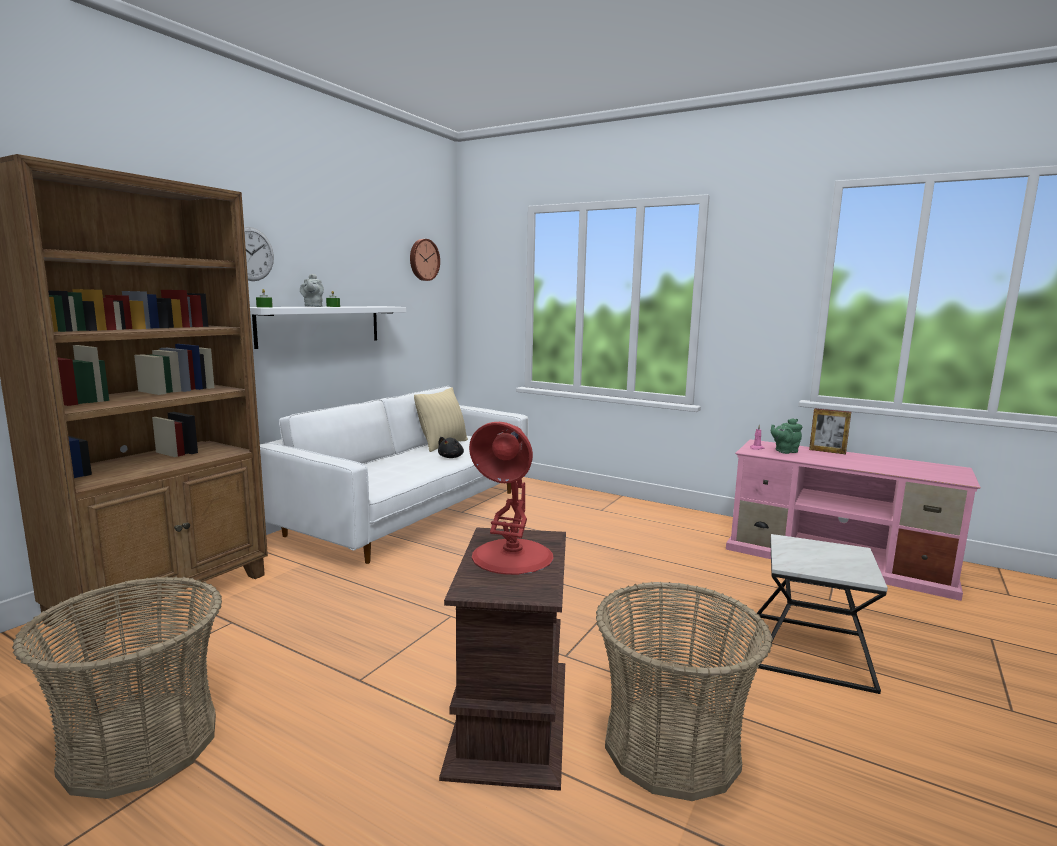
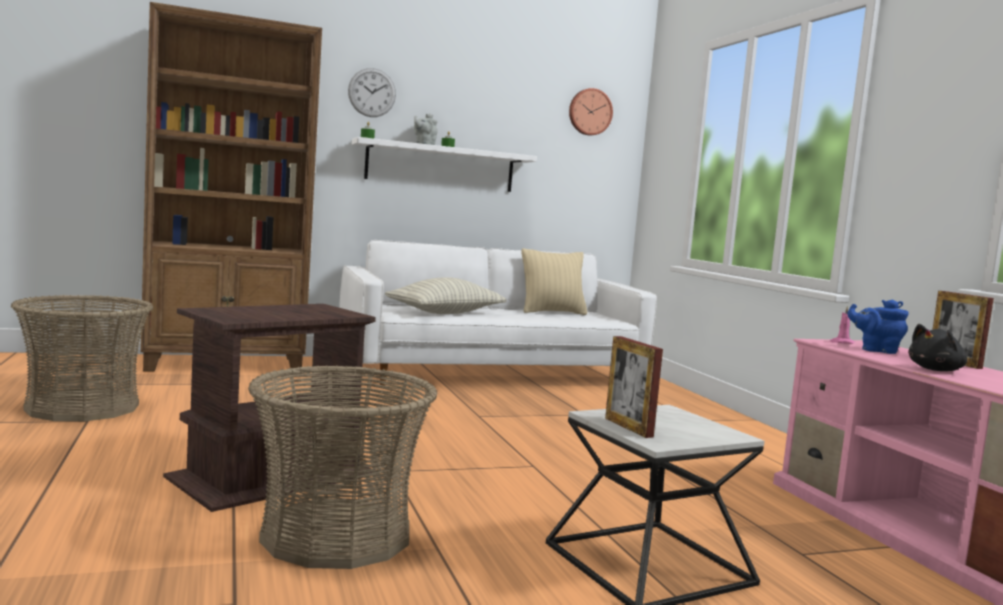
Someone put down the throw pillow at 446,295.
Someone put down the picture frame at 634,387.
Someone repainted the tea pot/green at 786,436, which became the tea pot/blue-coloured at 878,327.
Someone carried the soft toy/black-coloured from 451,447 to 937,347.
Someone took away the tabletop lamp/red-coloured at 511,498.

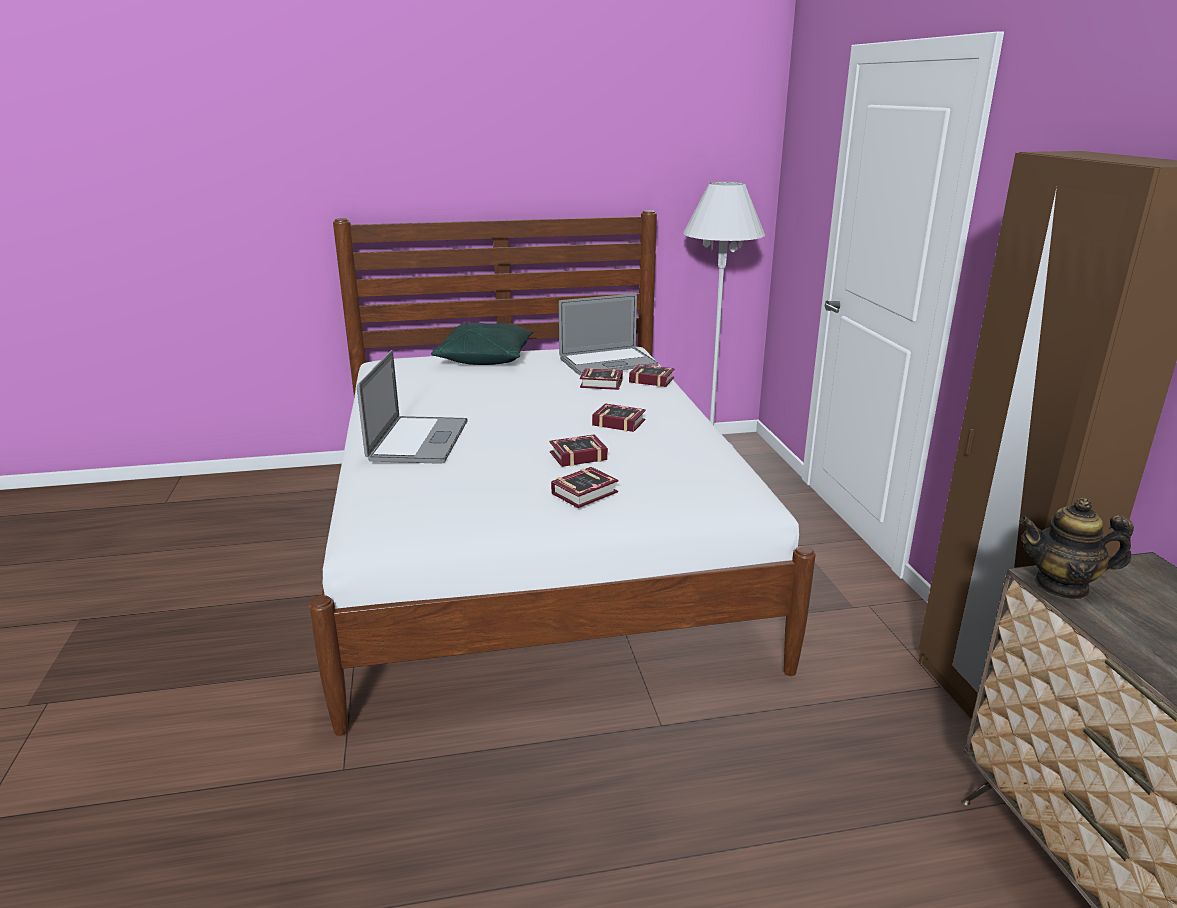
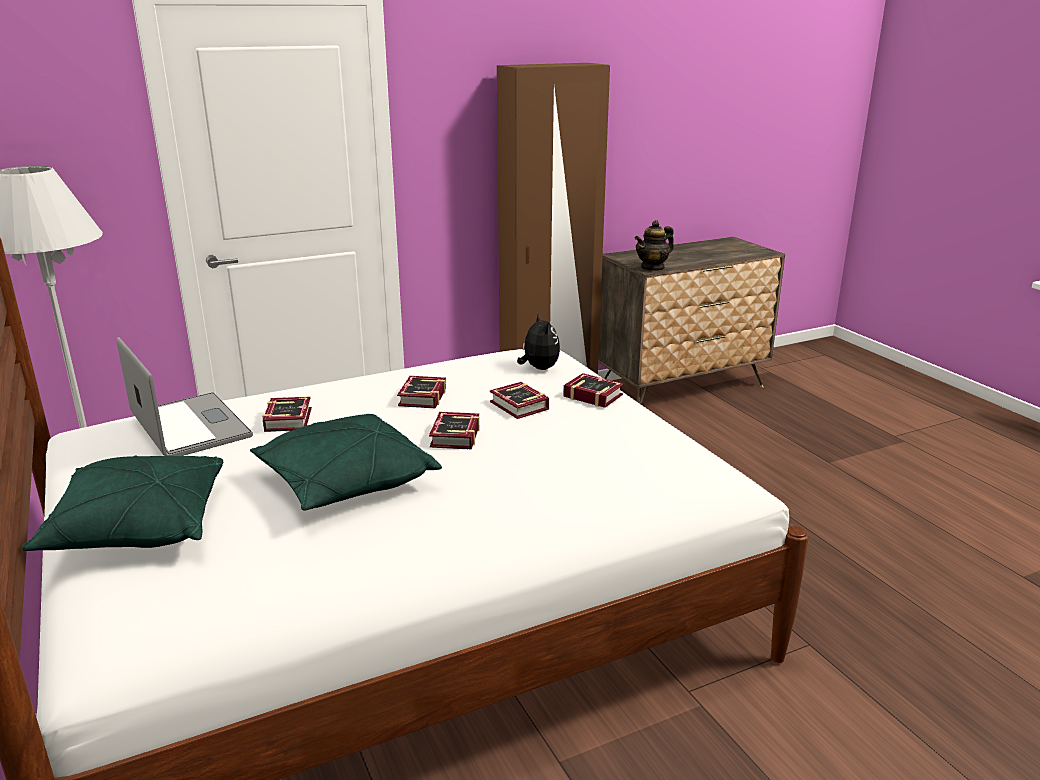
Someone put down the throw pillow/green at 346,462.
Someone carried the bound book from 652,375 to 454,431.
Someone put down the soft toy at 538,341.
Someone rotated the tea pot at 1076,549 by 60 degrees clockwise.
Someone took away the laptop at 412,407.

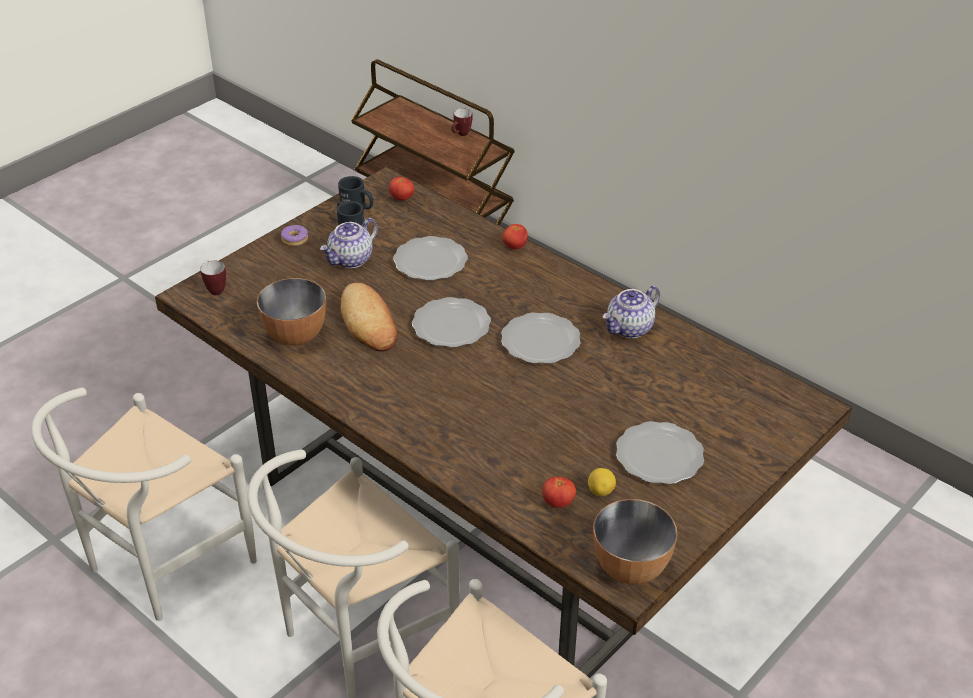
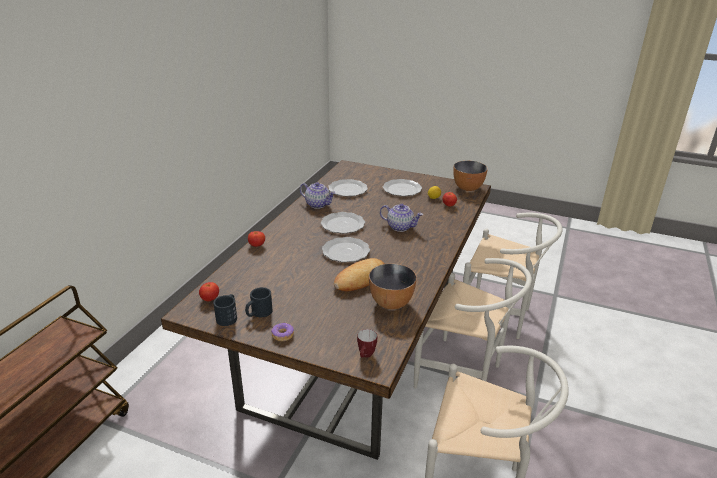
Someone carried the dinner plate from 430,258 to 348,187.
Someone carried the tea pot from 349,243 to 401,218.
Someone took away the tea mug at 462,122.

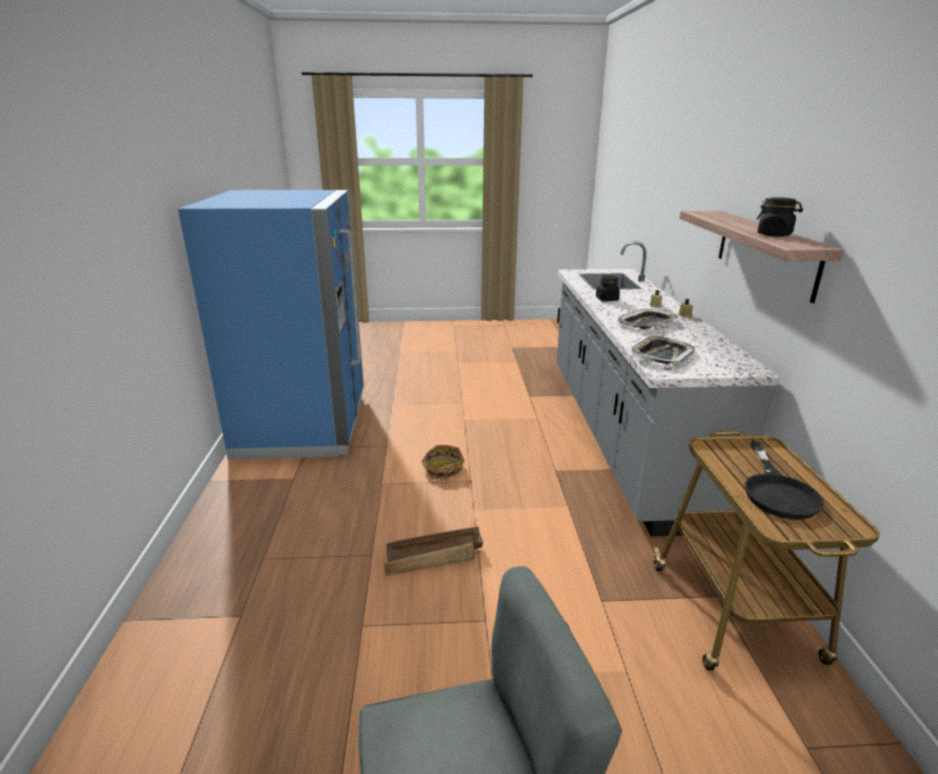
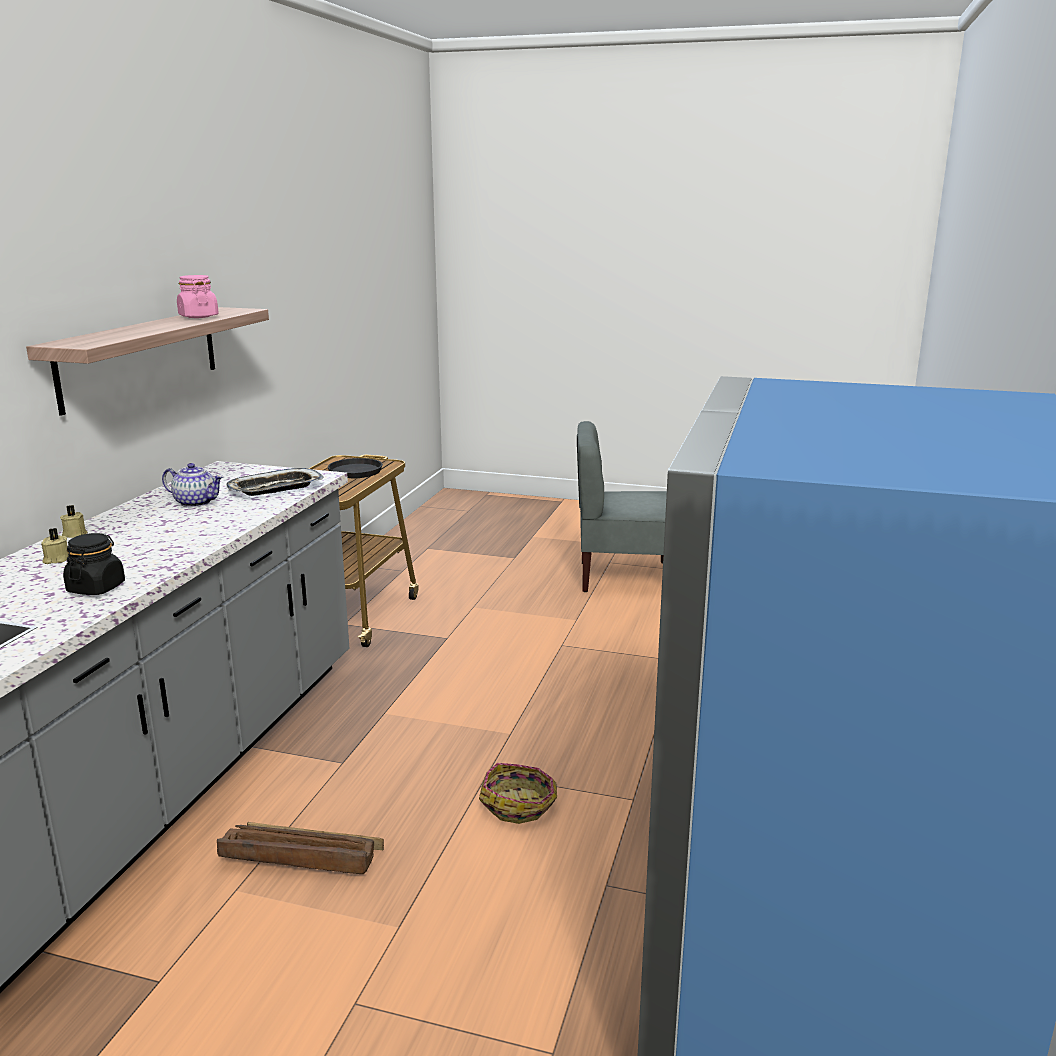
Someone put down the tea pot at 192,485.
Someone repainted the jar/black-coloured at 780,217, which became the jar/pink at 198,296.
Someone carried the crate from 433,551 to 300,848.
Someone took away the serving tray at 648,319.

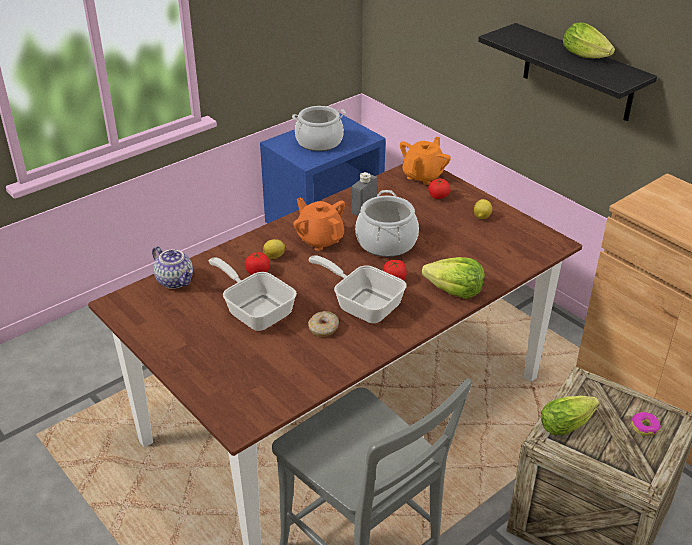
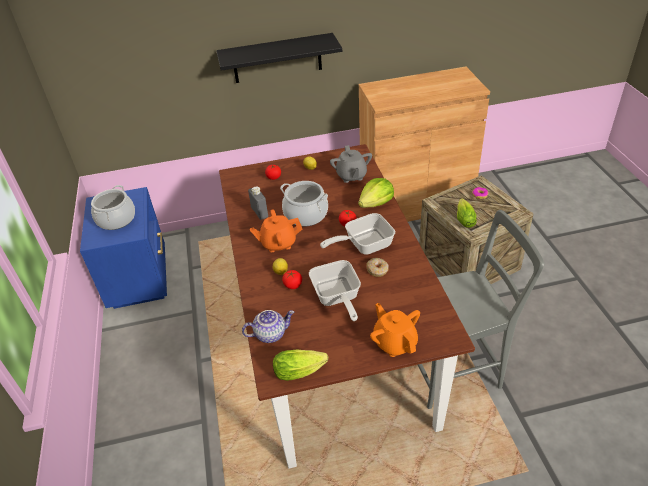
Someone carried the head of lettuce from 589,40 to 300,365.
Someone rotated the frying pan at 253,294 by 90 degrees counterclockwise.
Someone put down the tea pot/greyish at 351,164.
Someone carried the tea pot/orangey from 425,161 to 395,330.

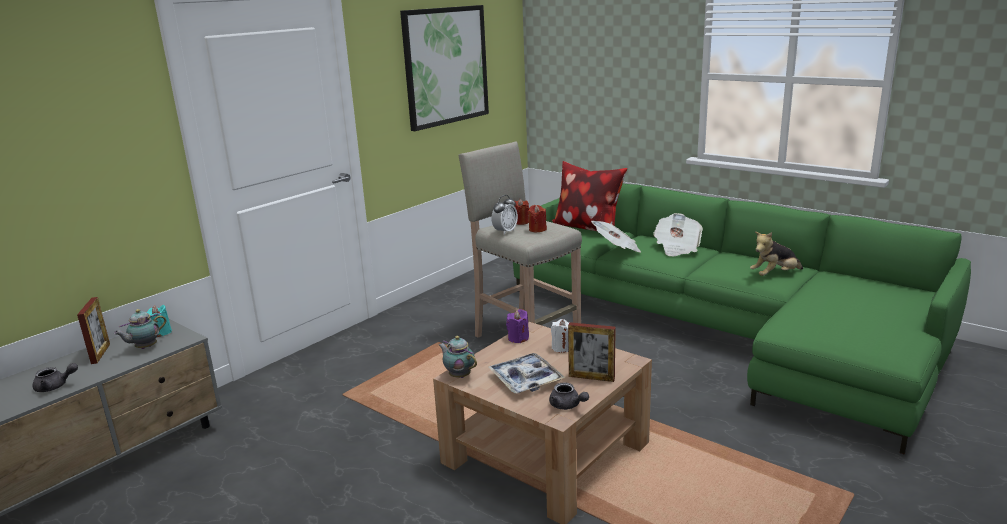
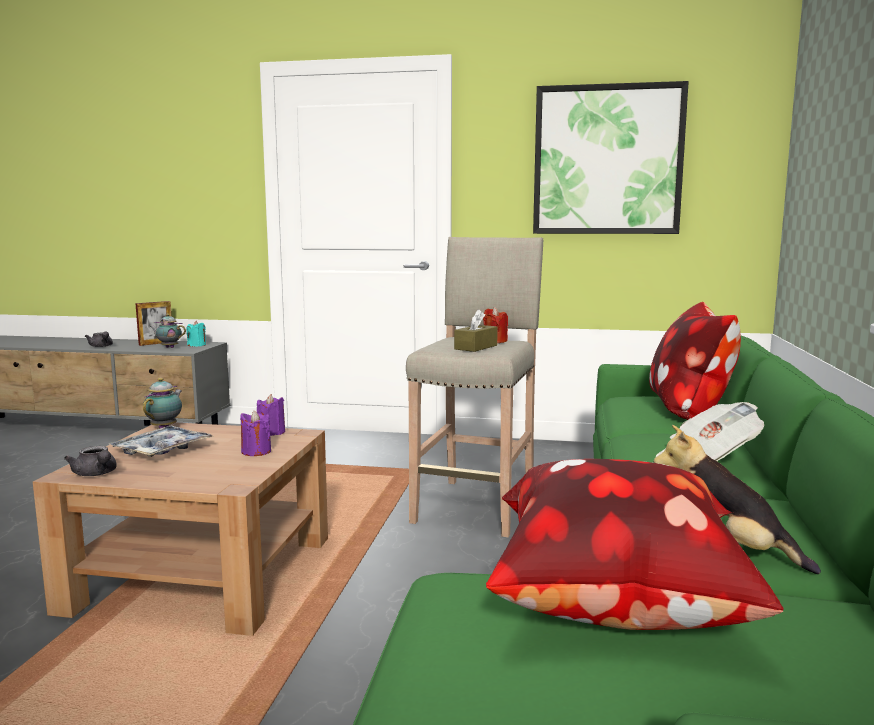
Someone rotated the tea pot/greyish at 569,396 by 60 degrees counterclockwise.
Someone repainted the wax candle/white-coloured at 560,336, which became the wax candle/purplish at 255,433.
Someone swapped the wax candle/red-coloured at 537,219 for the tissue holder/brown-coloured at 476,330.
Someone put down the throw pillow at 635,544.
Someone took away the table clock at 504,215.
Someone took away the picture frame at 592,352.
Someone took away the daily paper at 616,236.

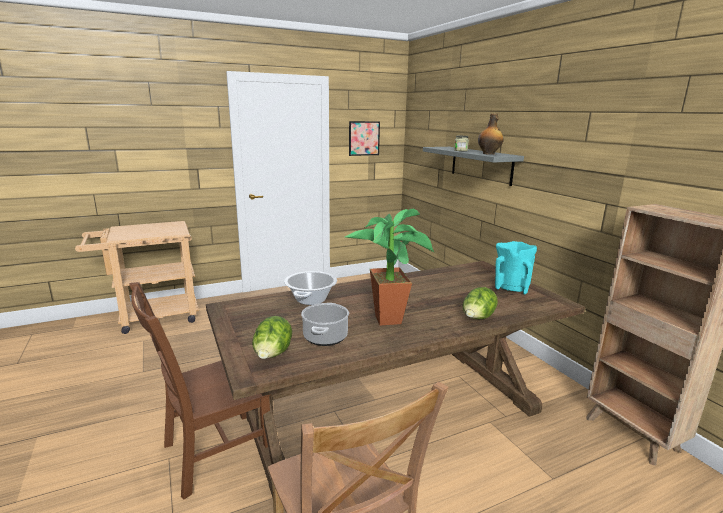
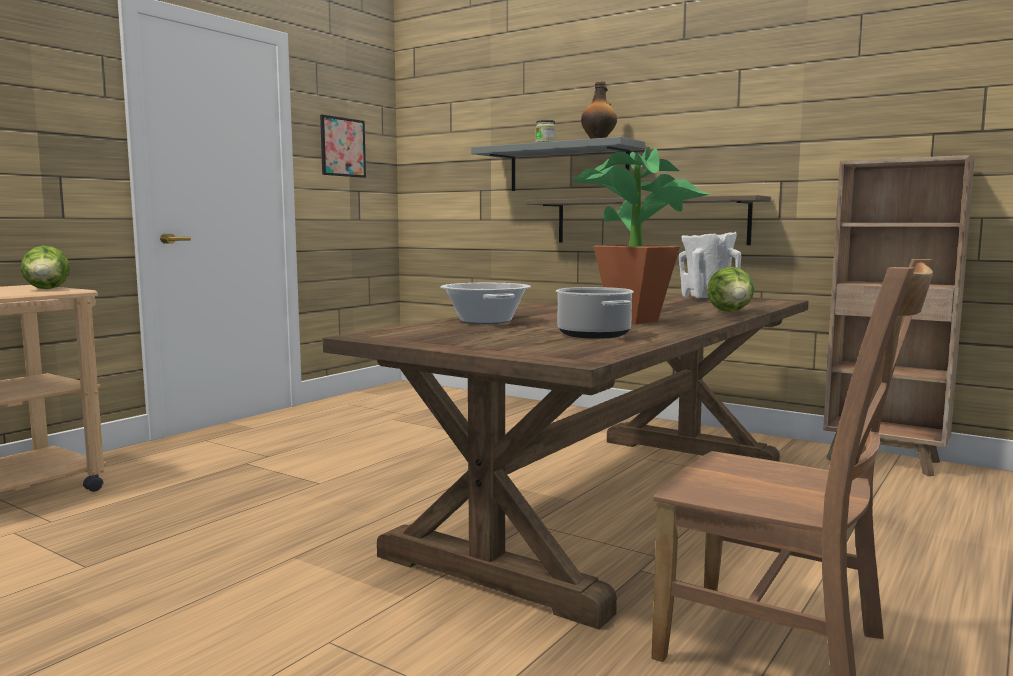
Someone carried the head of lettuce from 272,337 to 45,267.
Someone put up the bracket shelf at 648,220.
Someone repainted the vase/blue-green at 516,268, which became the vase/white-coloured at 710,265.
Someone took away the upright chair/brown-coloured at 200,390.

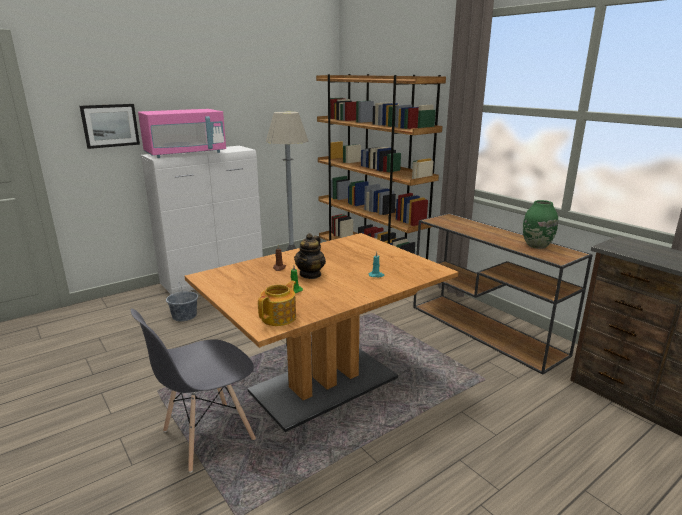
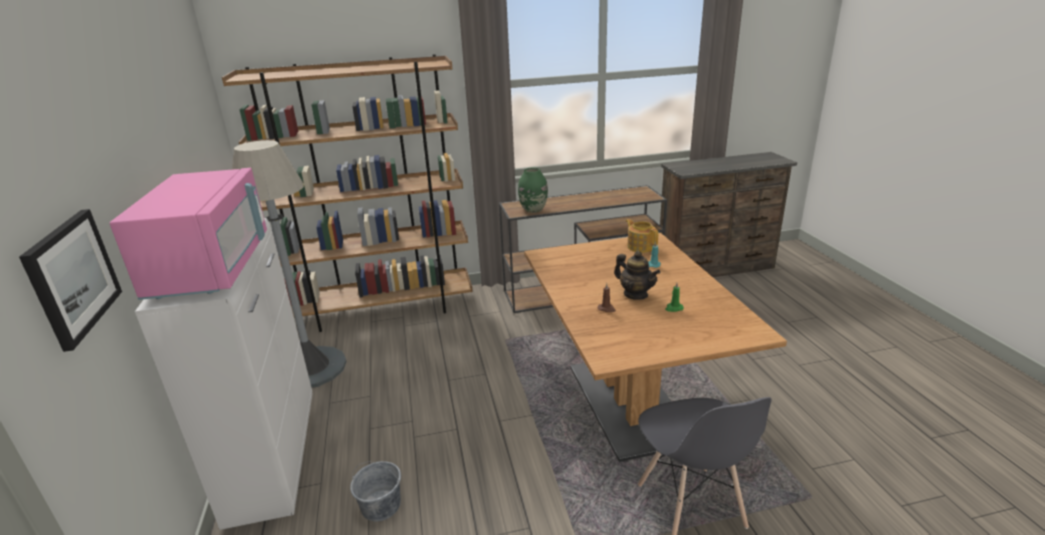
Someone carried the vase/green from 540,224 to 533,190.
Someone carried the tea pot from 277,303 to 642,236.

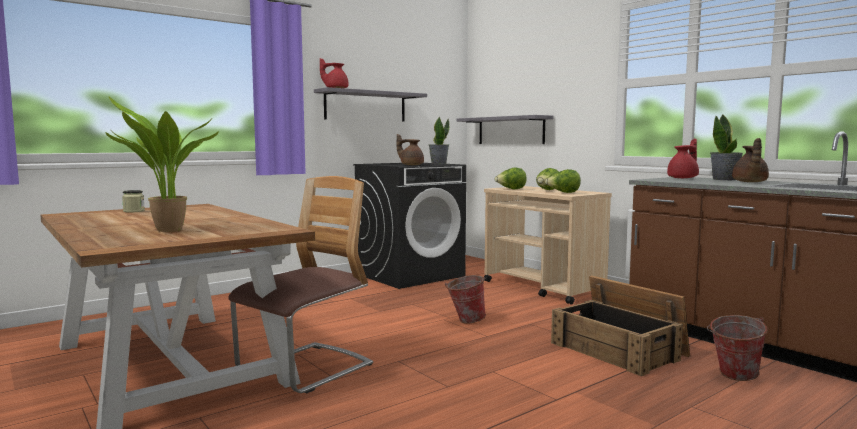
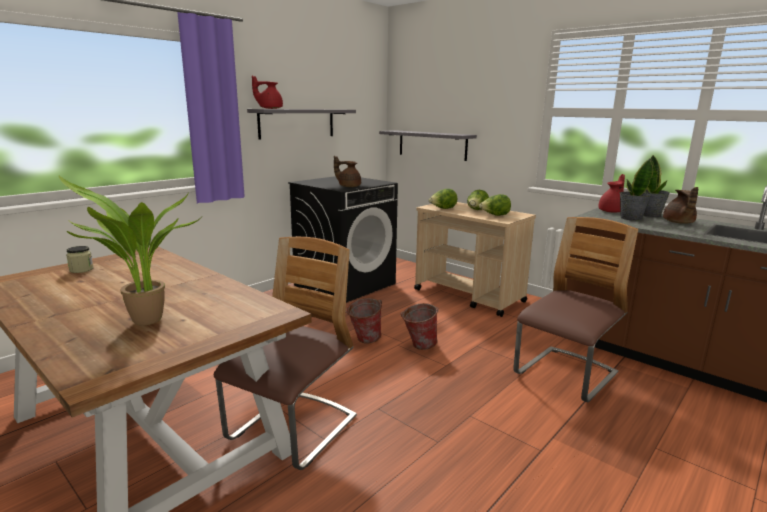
Someone carried the bucket from 737,348 to 364,321.
Someone swapped the crate at 620,326 for the upright chair at 575,309.
Someone carried the potted plant from 439,140 to 636,190.

